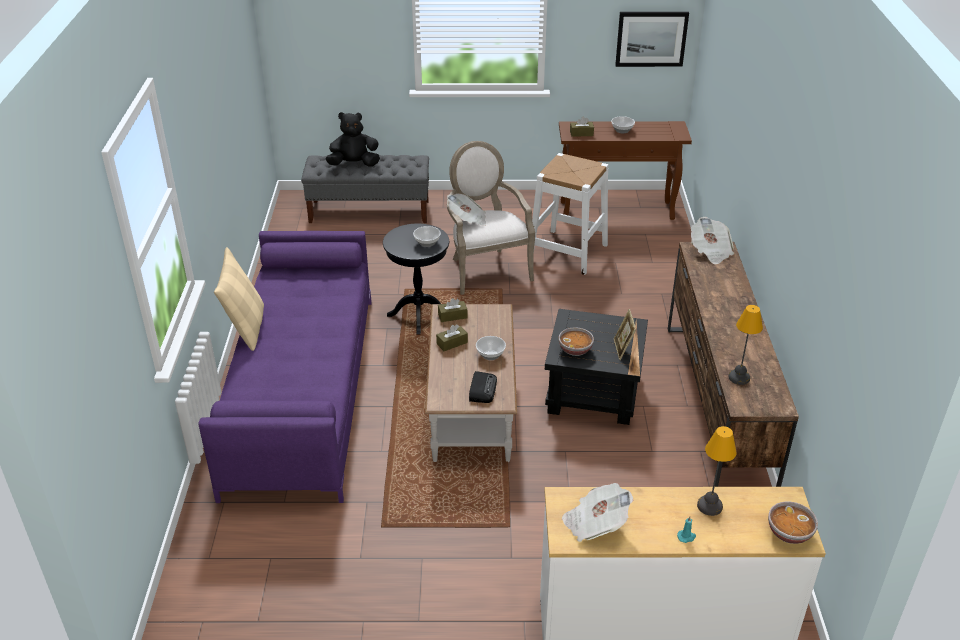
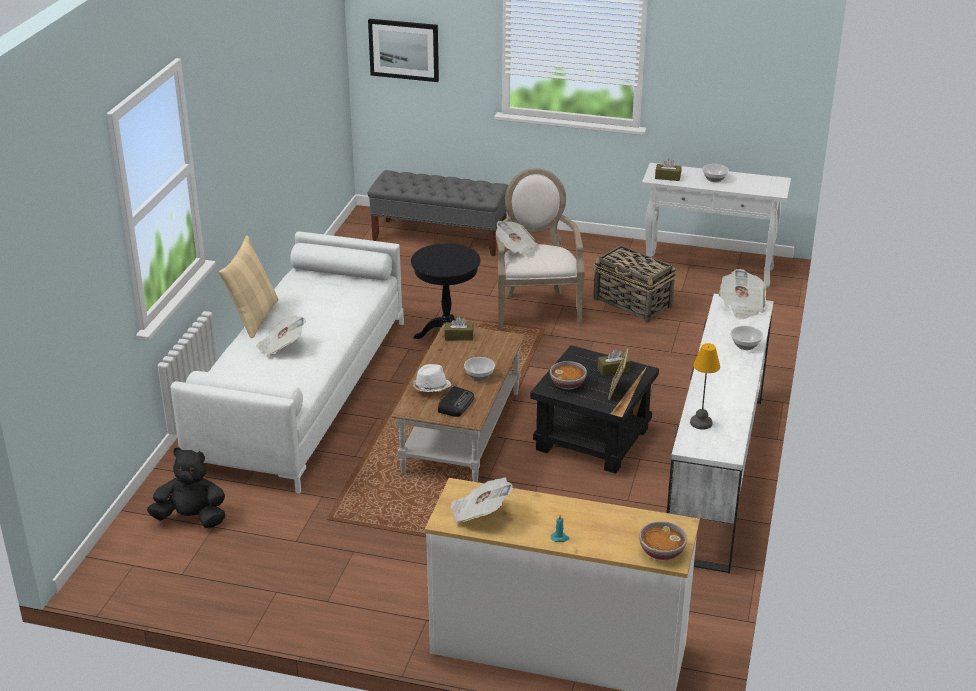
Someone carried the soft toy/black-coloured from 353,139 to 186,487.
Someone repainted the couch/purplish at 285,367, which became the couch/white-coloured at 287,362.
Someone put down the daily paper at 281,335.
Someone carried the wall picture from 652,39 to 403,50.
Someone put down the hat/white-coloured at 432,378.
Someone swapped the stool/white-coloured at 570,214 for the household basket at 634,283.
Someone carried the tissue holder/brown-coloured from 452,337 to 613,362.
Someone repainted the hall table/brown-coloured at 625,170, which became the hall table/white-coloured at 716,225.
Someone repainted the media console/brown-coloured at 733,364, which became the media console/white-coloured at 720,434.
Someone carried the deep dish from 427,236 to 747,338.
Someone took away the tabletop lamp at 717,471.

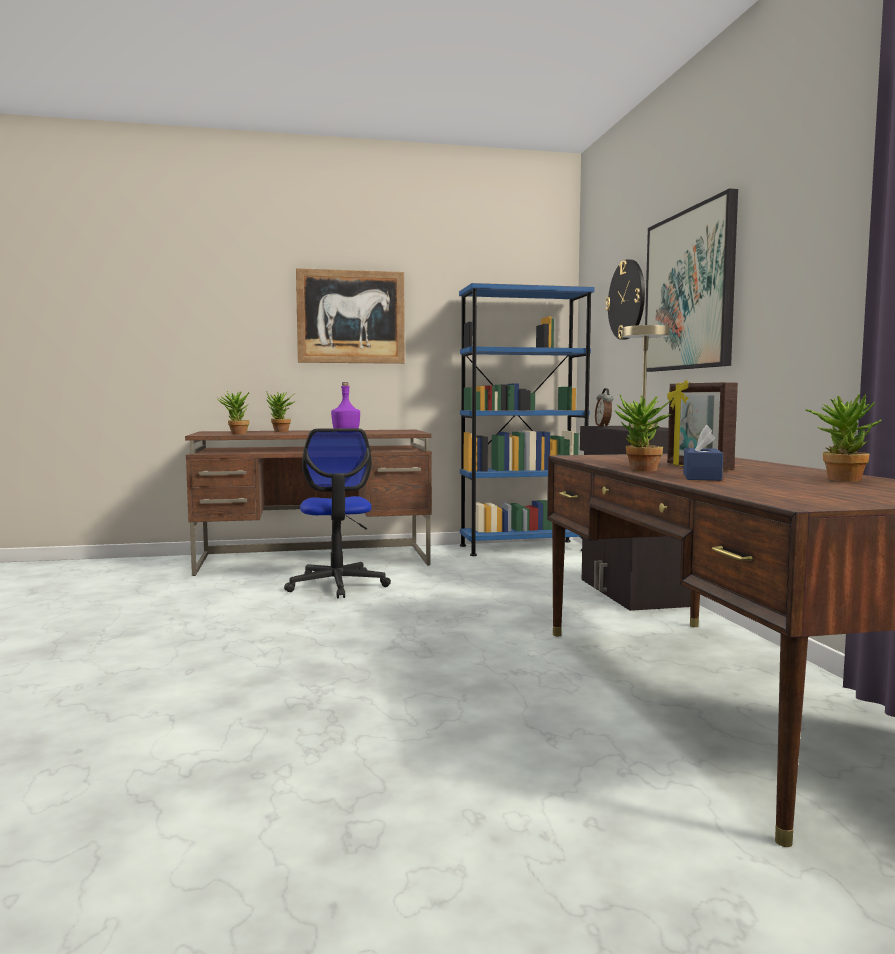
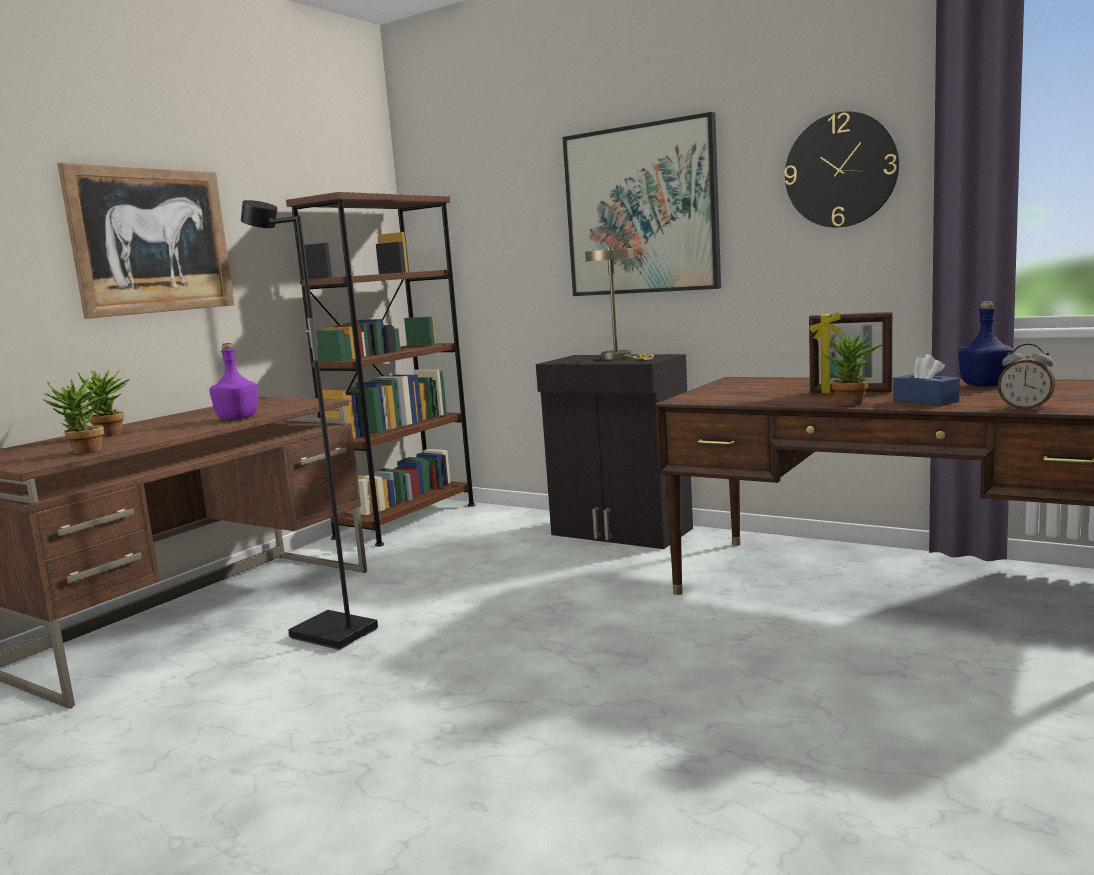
Someone swapped the desk chair at 337,513 for the standard lamp/black-coloured at 309,425.
Someone repainted the shelving unit/blue-coloured at 527,419, which became the shelving unit/brown-coloured at 380,369.
Someone carried the hanging clock from 625,299 to 842,169.
Someone swapped the potted plant at 843,438 for the beverage bottle/blue-coloured at 986,344.
Someone carried the table clock from 604,407 to 1026,377.

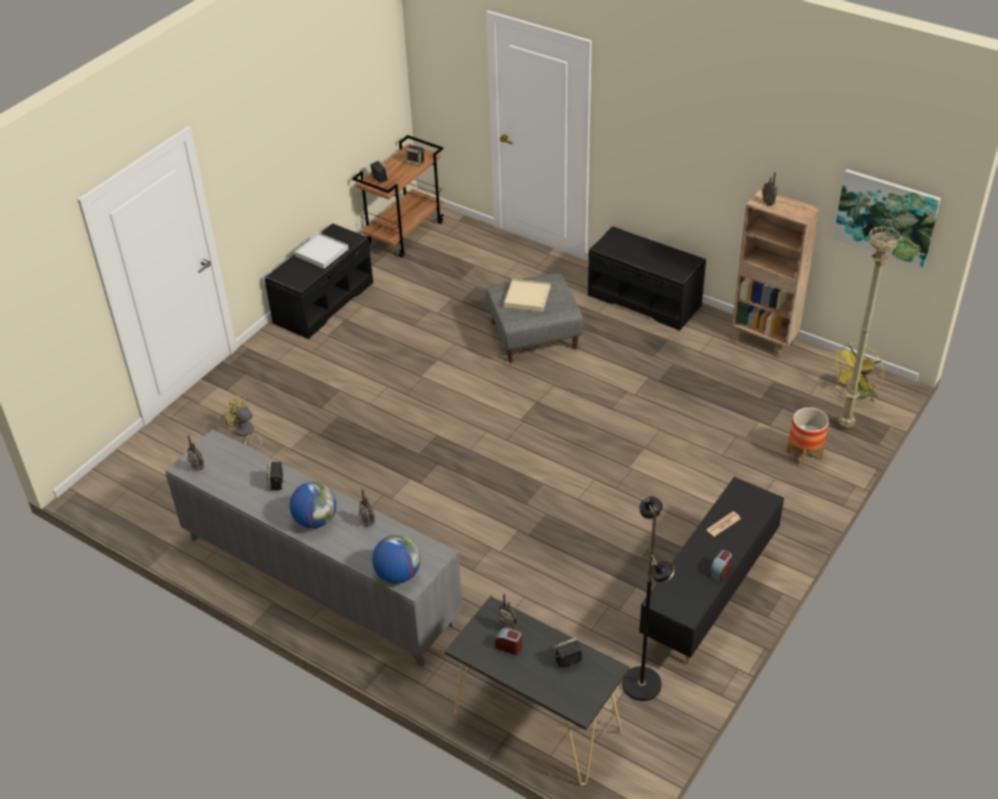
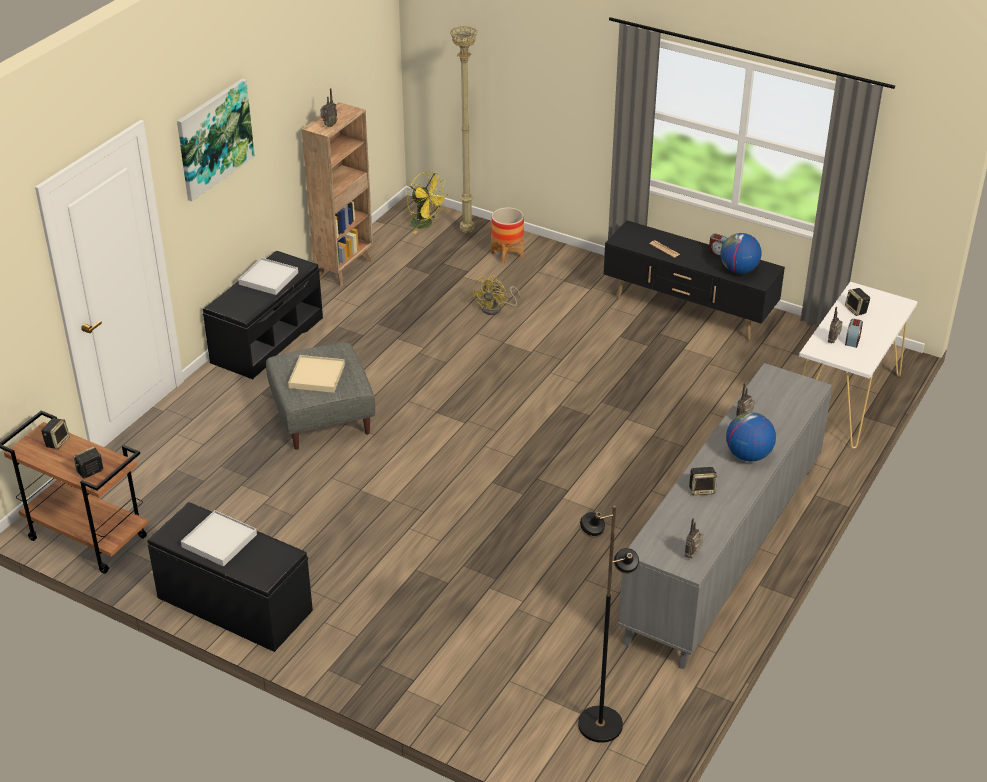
Someone carried the wall picture from 887,219 to 216,139.
Someone put down the serving tray/white-coloured at 268,276.
Someone carried the electric fan/yellowish from 243,422 to 496,295.
Someone carried the standard lamp/black-coloured from 648,598 to 608,624.
Someone carried the world globe from 396,559 to 741,253.
Someone repainted the hall table/black-coloured at 537,690, which became the hall table/white-coloured at 858,365.

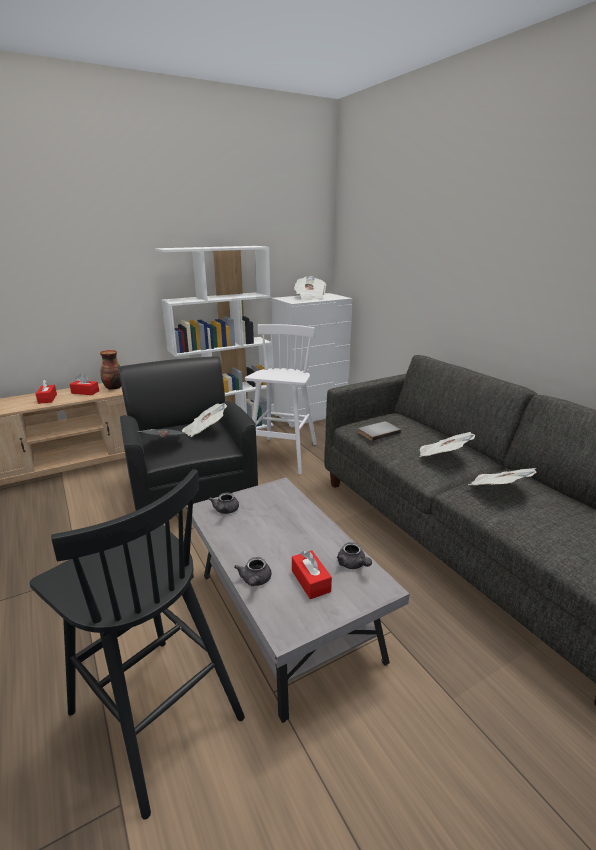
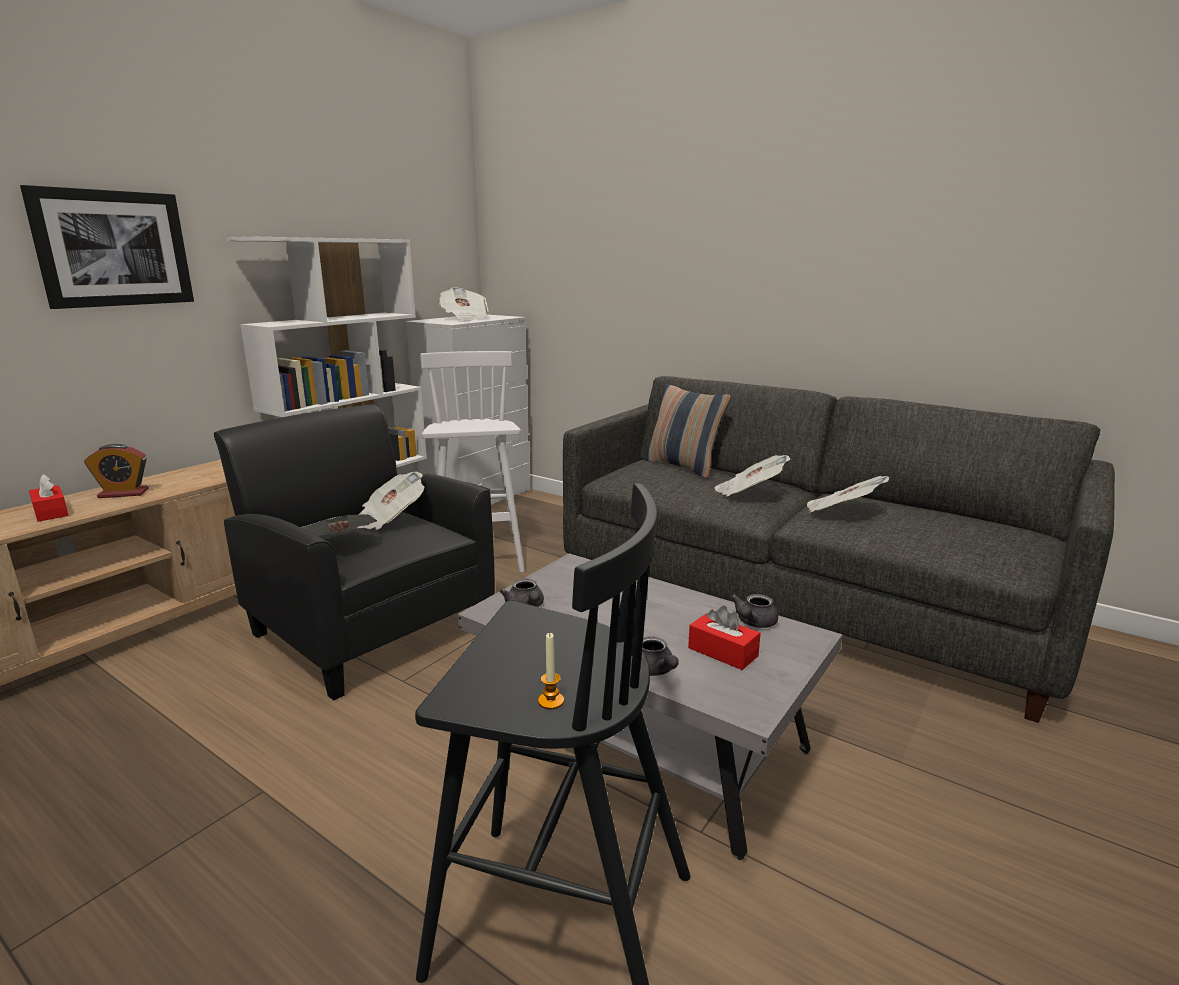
Someone put up the wall picture at 107,247.
Someone swapped the tissue holder/red-coloured at 84,384 for the table clock at 116,471.
Someone put down the wax candle at 551,671.
Someone put down the throw pillow at 687,431.
Someone rotated the tea pot/greyish at 354,555 by 90 degrees clockwise.
Someone took away the vase at 110,370.
Someone took away the bound book/greyish at 379,431.

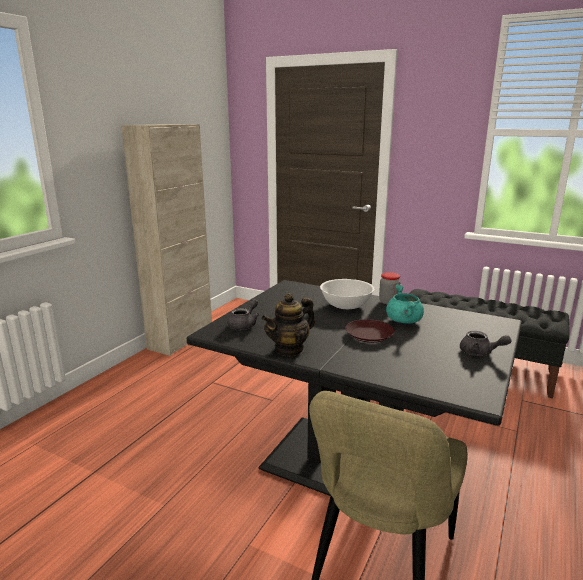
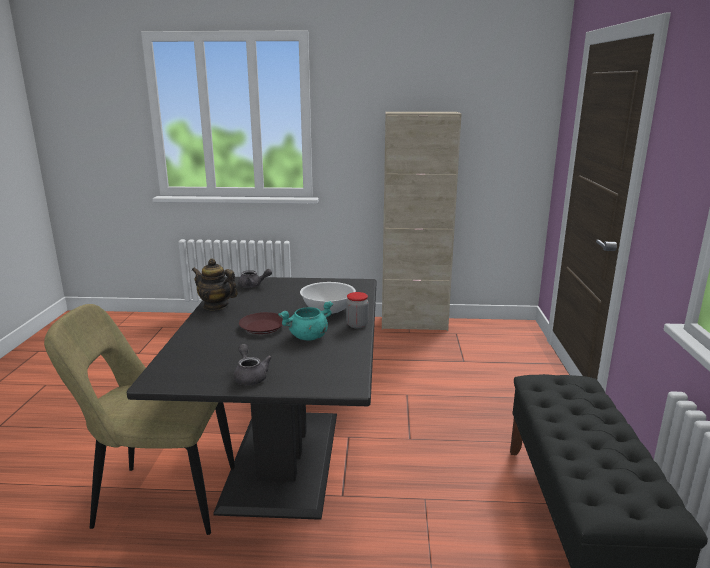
Someone rotated the tea pot/greyish at 485,343 by 150 degrees clockwise.

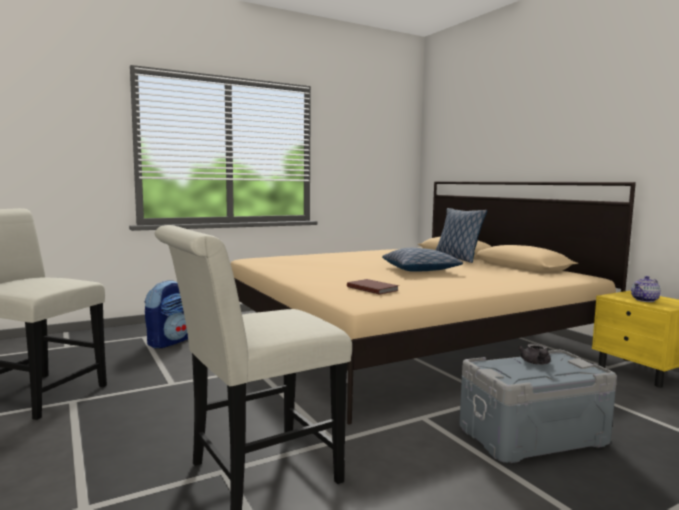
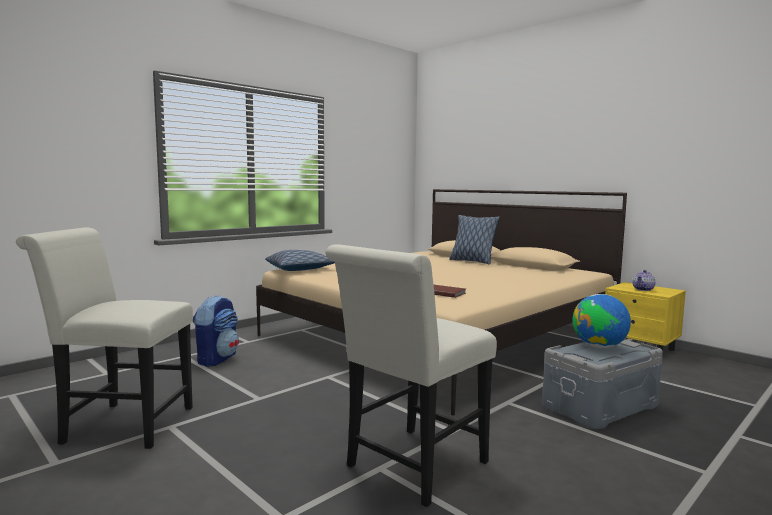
Someone carried the throw pillow from 422,260 to 300,260.
Someone swapped the tea pot/greyish at 534,354 for the world globe at 602,321.

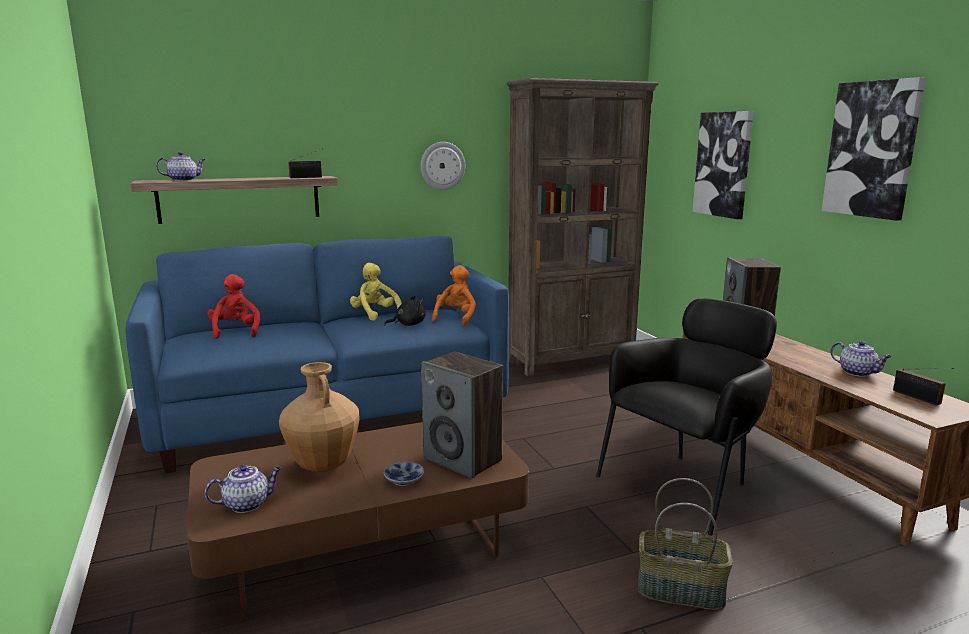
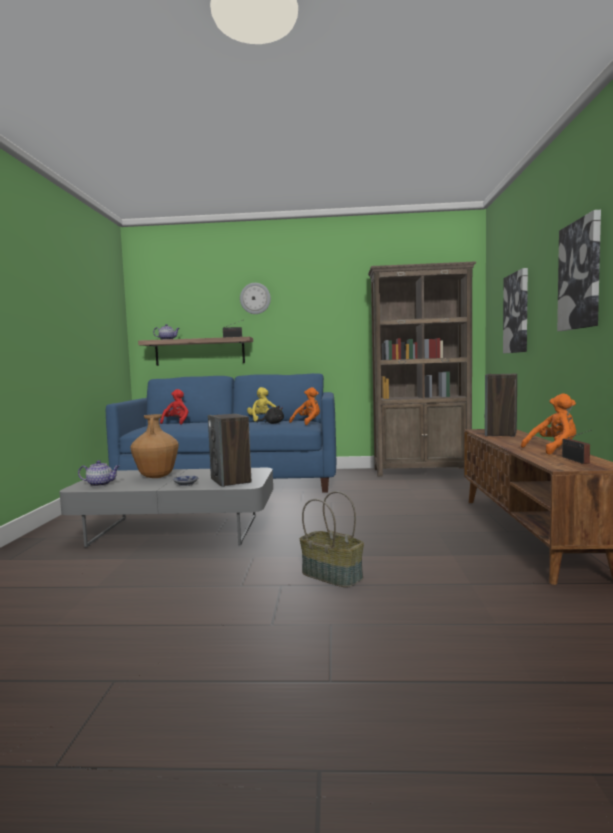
Someone repainted the low table/brown-coloured at 358,521, which became the low table/greyish at 166,507.
Someone carried the hanging clock from 443,166 to 255,298.
Someone swapped the tea pot at 861,358 for the soft toy/orangey at 548,424.
Someone took away the easy chair/black-coloured at 686,417.

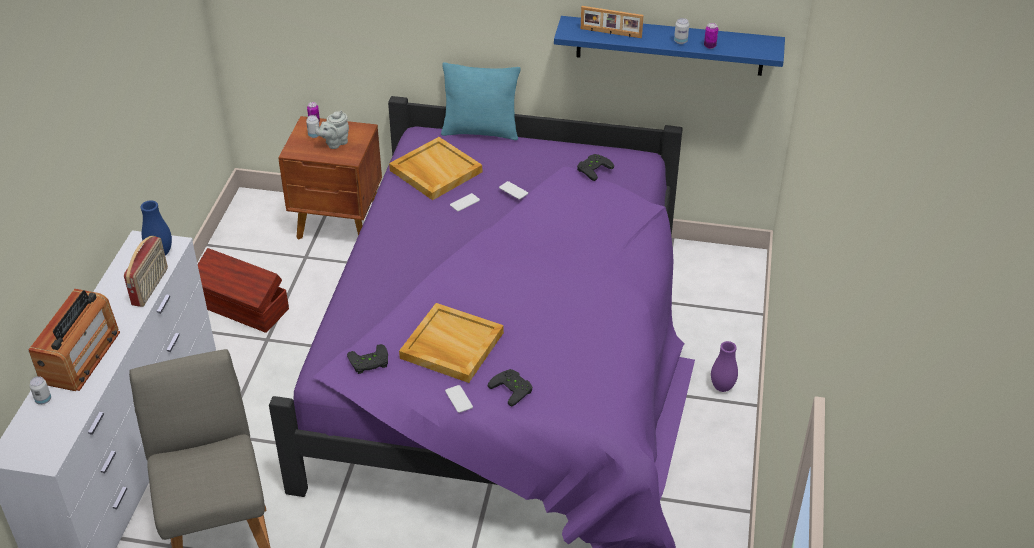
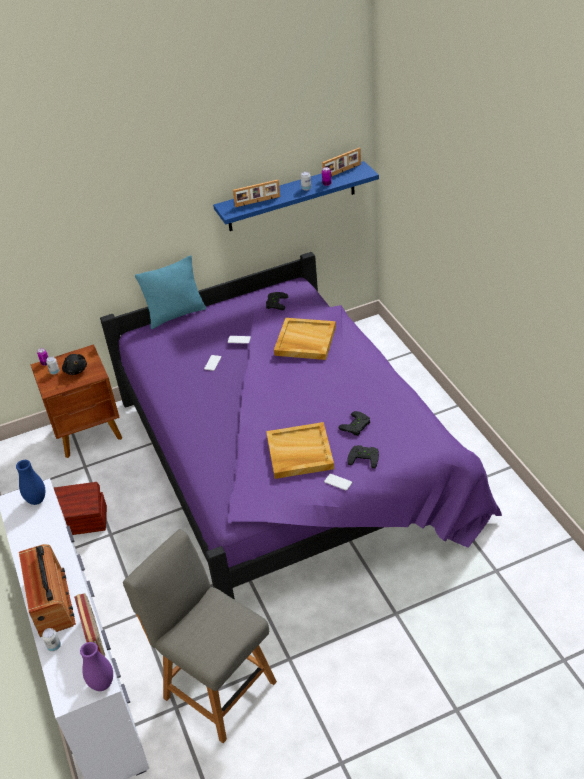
Someone swapped the tea pot/greyish at 332,129 for the soft toy/black-coloured at 74,364.
Someone carried the radio from 146,271 to 89,625.
Someone carried the vase/purplish from 724,366 to 96,666.
Someone carried the serving tray/sand-coloured from 435,168 to 305,339.
Someone put down the picture frame at 341,162.
Someone carried the joypad/black-coloured from 367,359 to 354,423.

